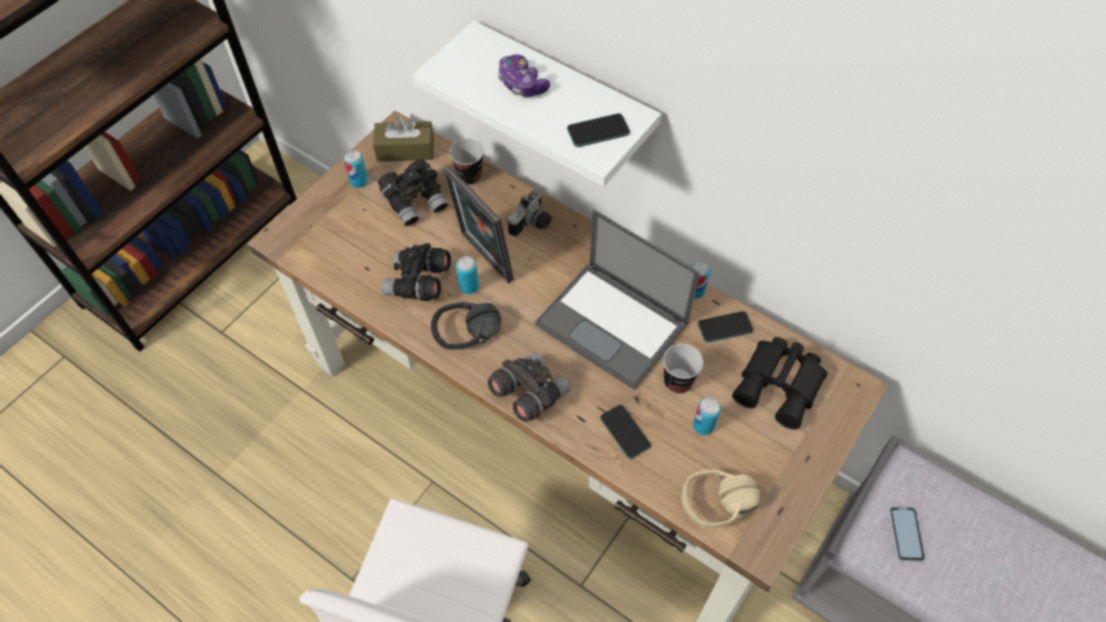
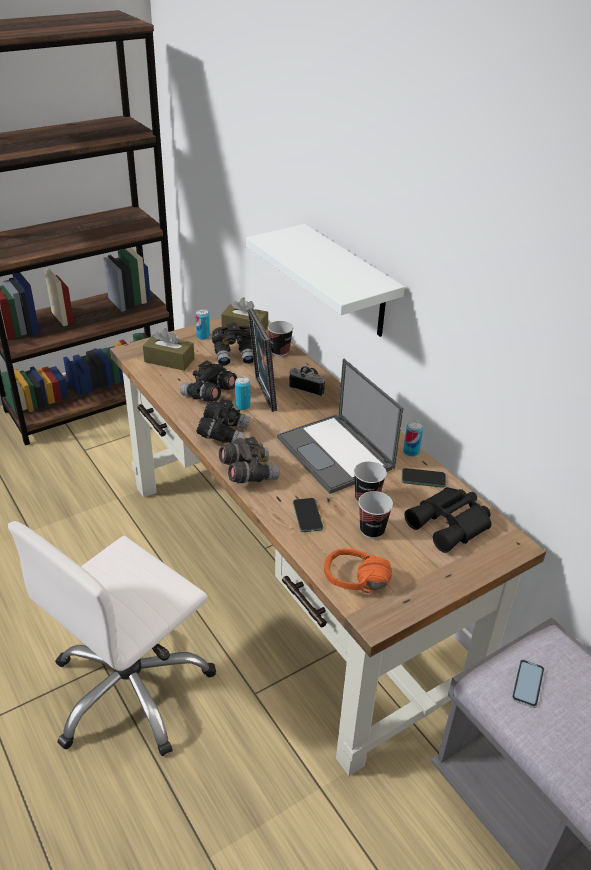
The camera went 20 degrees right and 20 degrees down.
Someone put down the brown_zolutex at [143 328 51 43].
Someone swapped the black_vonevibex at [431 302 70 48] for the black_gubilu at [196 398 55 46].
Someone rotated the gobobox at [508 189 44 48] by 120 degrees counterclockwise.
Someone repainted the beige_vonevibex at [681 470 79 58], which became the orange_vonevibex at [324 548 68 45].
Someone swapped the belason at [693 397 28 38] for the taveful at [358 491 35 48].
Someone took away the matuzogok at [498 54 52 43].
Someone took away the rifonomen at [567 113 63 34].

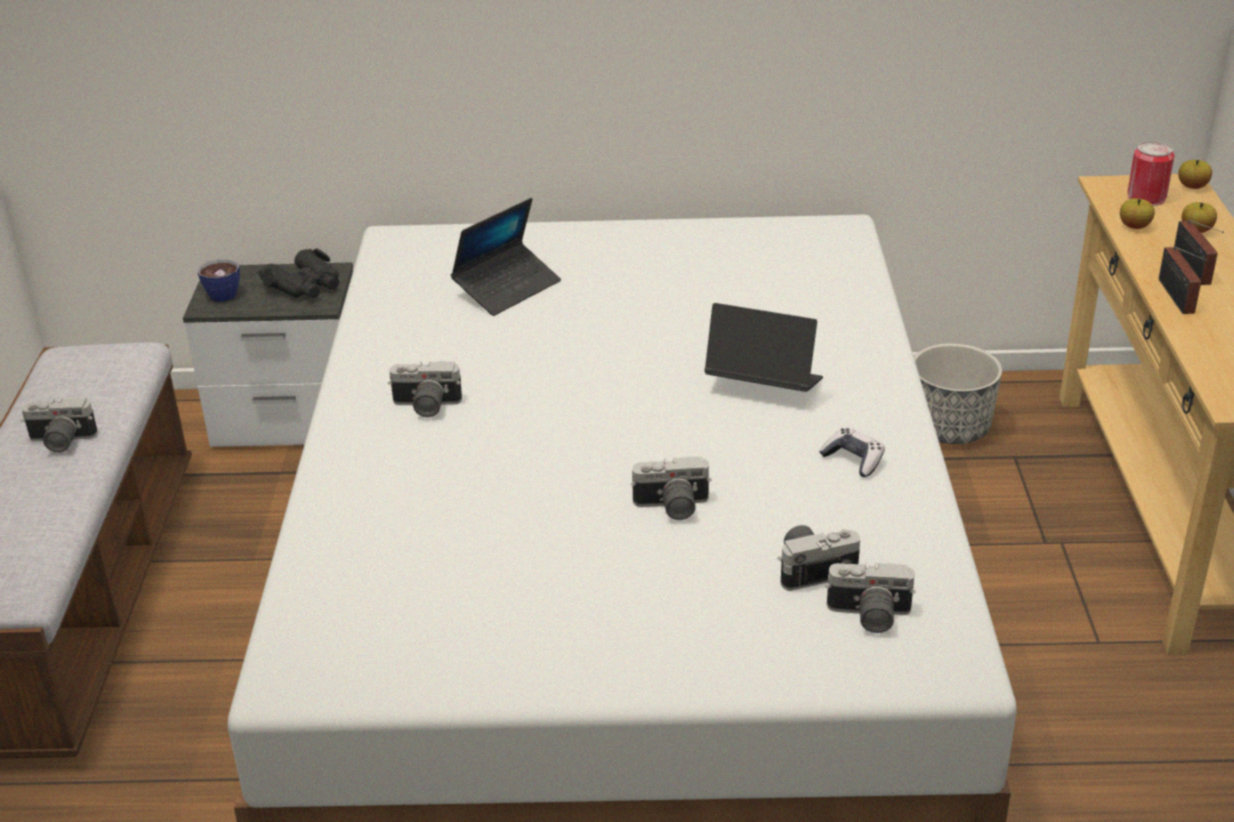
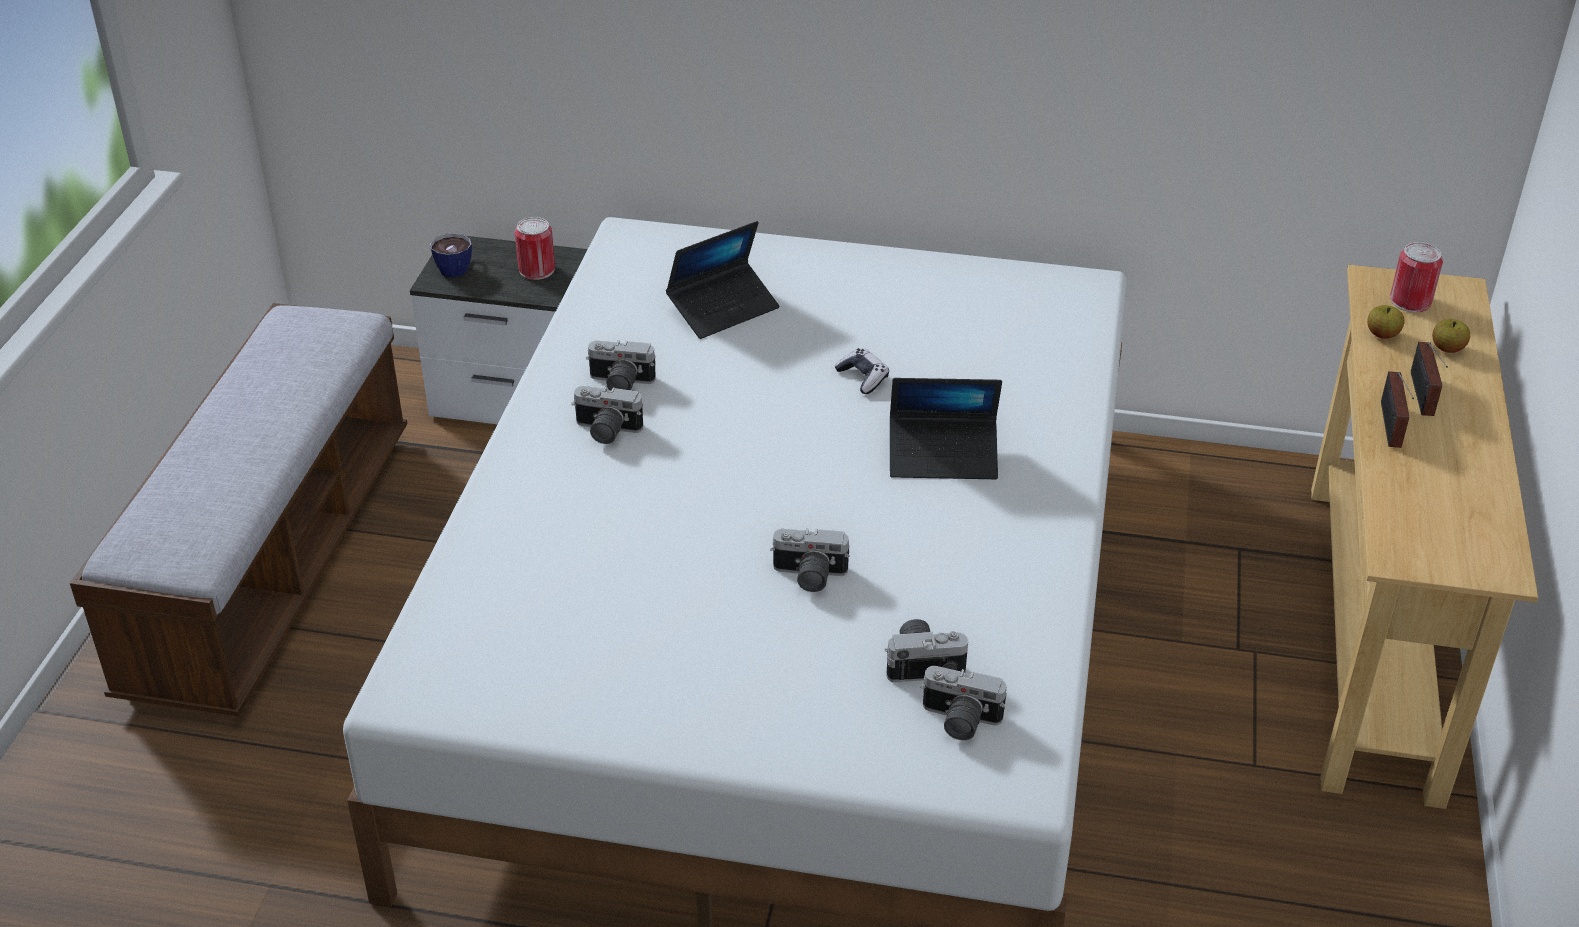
The camera went 10 degrees right and 5 degrees up.
Someone swapped the black_gubilu at [258 248 81 50] for the belason at [515 217 40 63].
Someone carried the gobobox from [21 398 77 55] to [586 340 70 50].
Someone carried the matuzogok from [819 428 66 49] to [834 348 55 46].
Someone rotated the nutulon at [704 303 119 89] by 150 degrees clockwise.
Someone took away the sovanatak at [914 343 88 101].
Someone took away the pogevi at [1178 160 34 29].

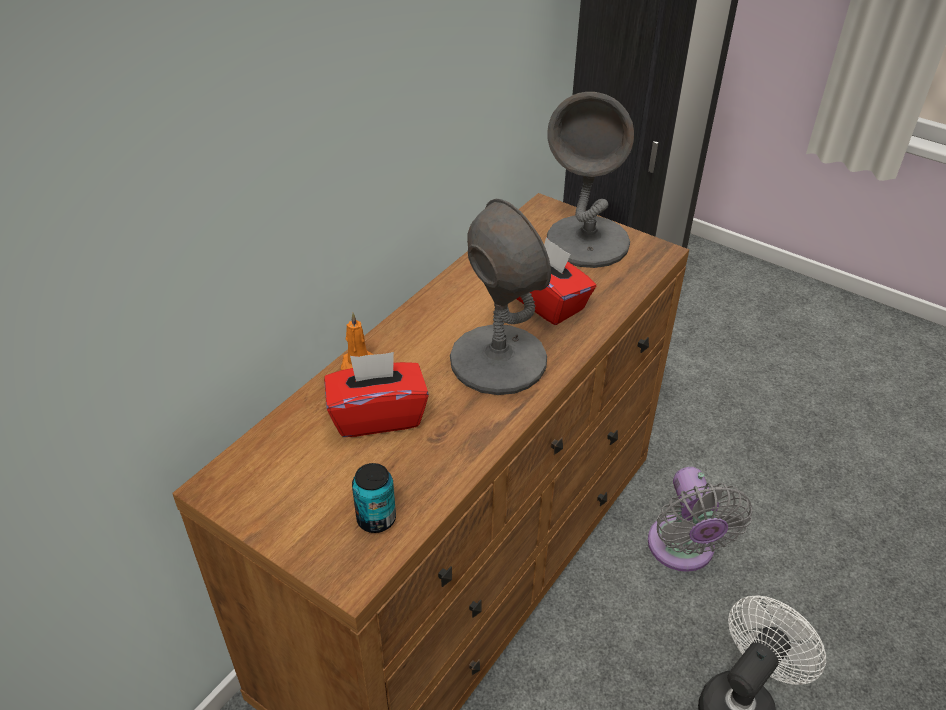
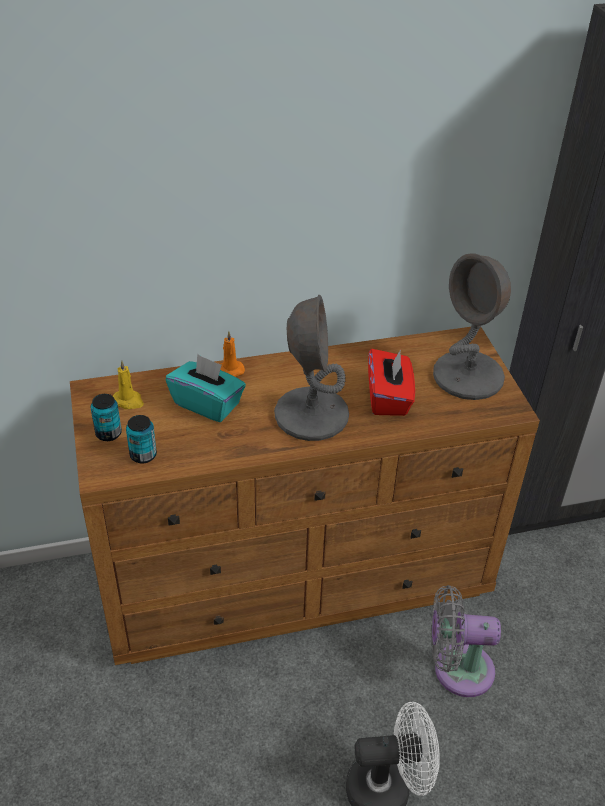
The camera went 40 degrees right and 0 degrees up.
Someone put down the belason at [91 394 31 47].
Someone put down the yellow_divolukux at [113 360 31 49].
Someone repainted the red_zolutex at [324 352 105 85], which became the turquoise_zolutex at [166 354 80 68].
Someone rotated the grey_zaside at [648 467 104 105] by 60 degrees clockwise.

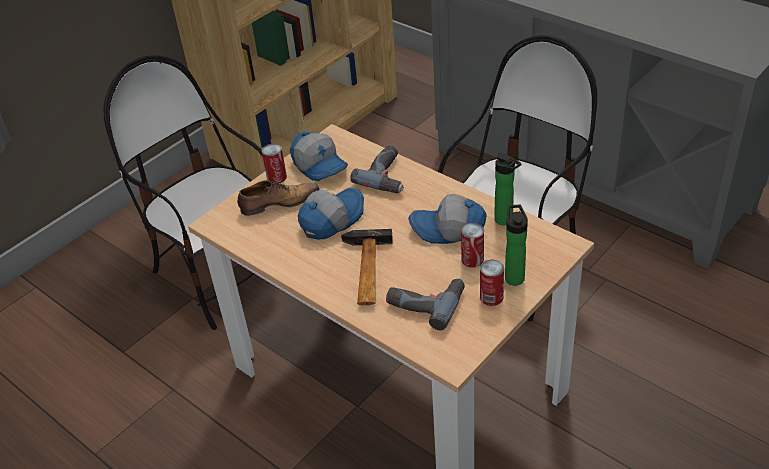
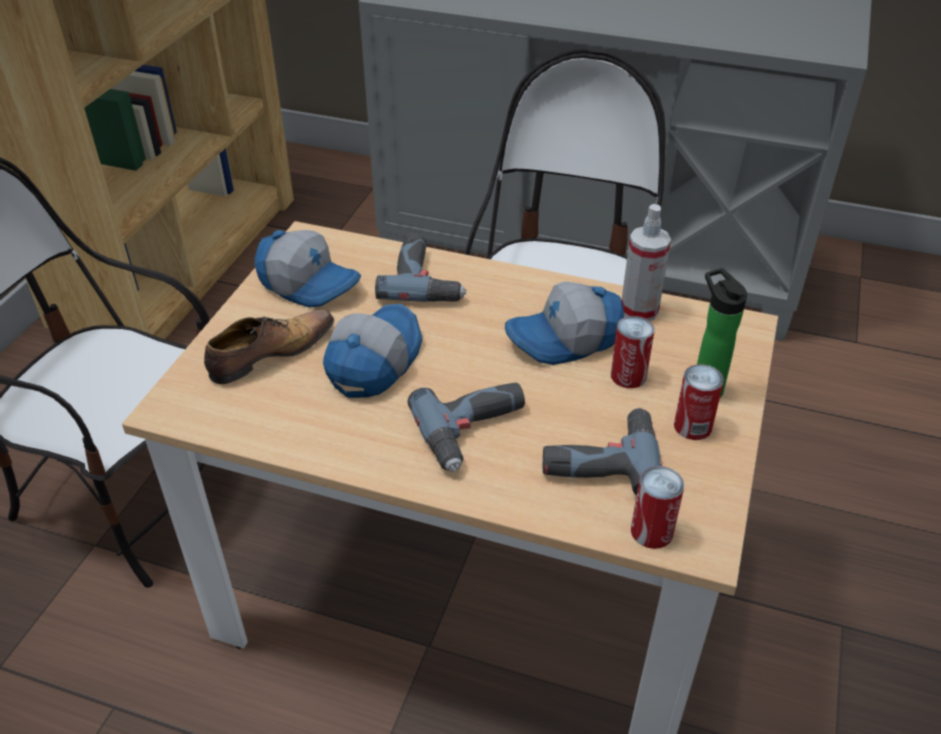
The camera went 25 degrees left and 0 degrees up.
Someone swapped the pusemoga at [341 229 52 76] for the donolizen at [407 382 118 89].
Someone swapped the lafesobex at [494 152 28 73] for the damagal at [621 204 50 117].
Someone carried the belason from [262 144 25 39] to [631 466 53 83].

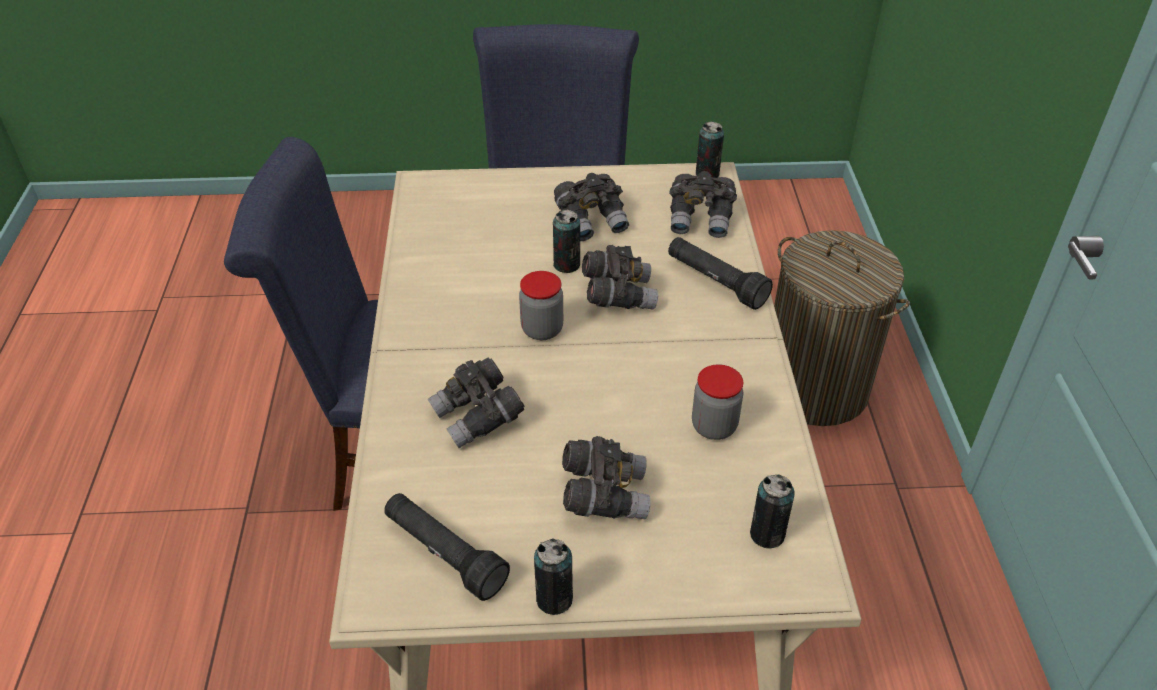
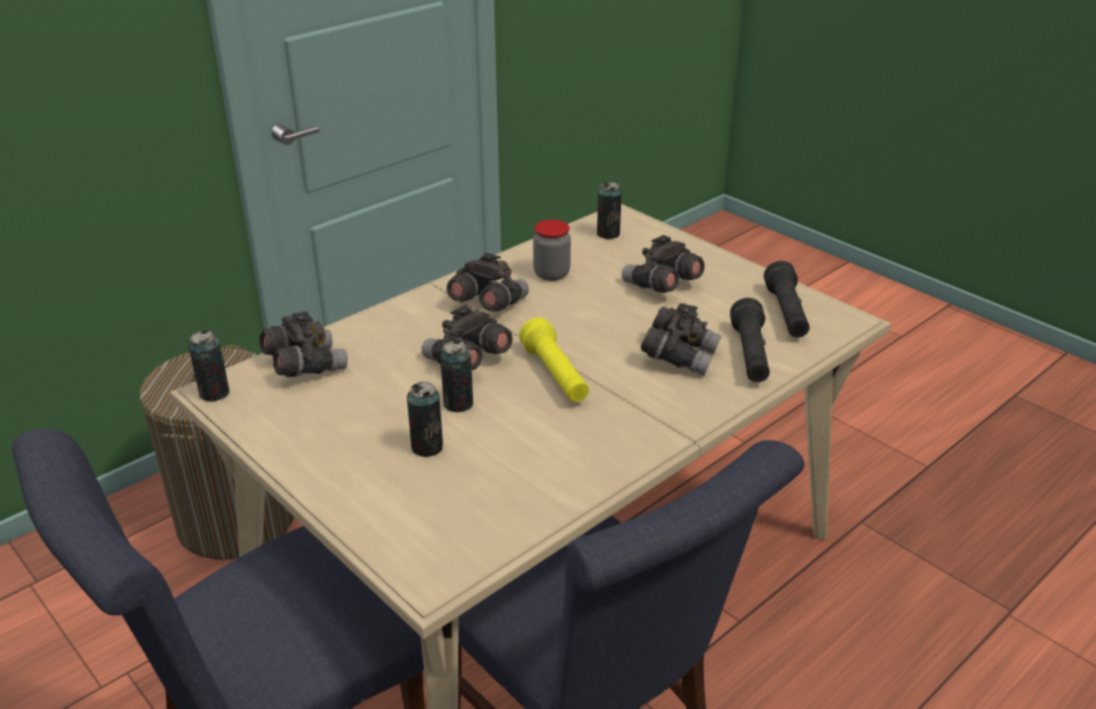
The camera went 130 degrees left and 10 degrees down.
Someone carried the belason from [534 538 39 77] to [407 382 36 75].
Someone carried the grey_gubilu from [554 173 75 68] to [447 253 82 58].
Someone swapped the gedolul at [519 271 44 69] for the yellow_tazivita at [519 317 70 85].
Someone carried the black_tazivita from [668 237 105 73] to [730 298 40 84].

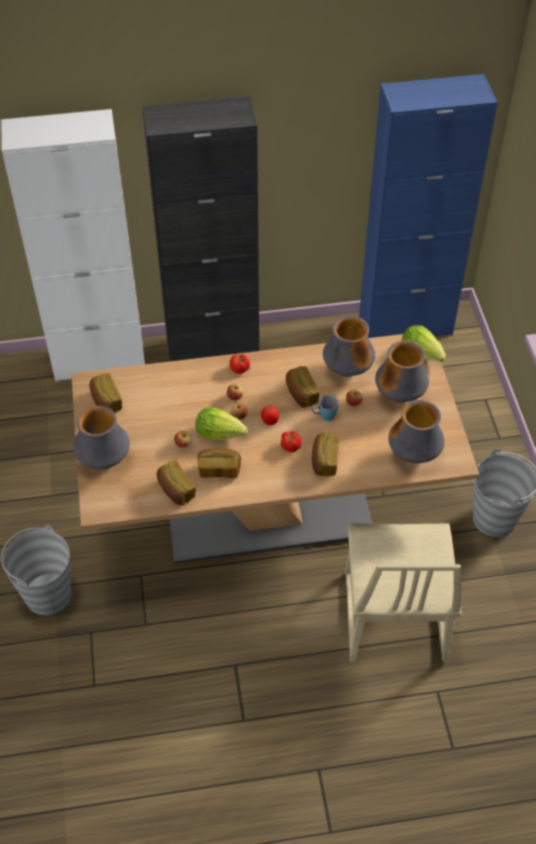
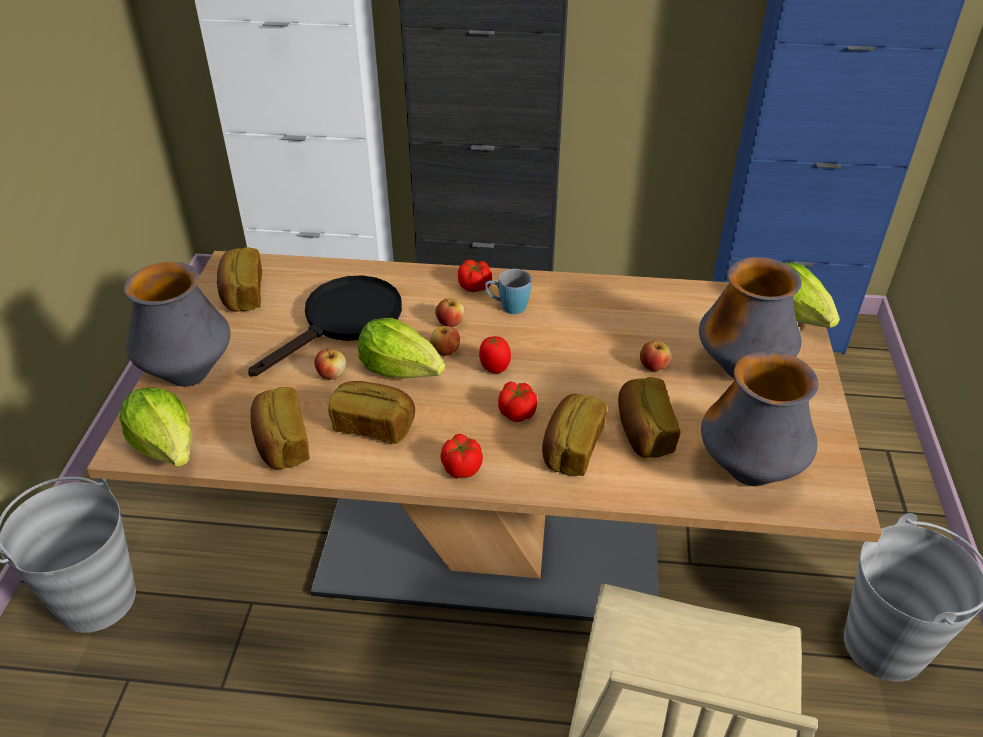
The camera went 15 degrees right and 10 degrees down.
Someone put down the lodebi at [119 387 73 80].
Someone put down the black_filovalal at [248 275 154 101].
Someone put down the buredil at [440 434 43 44].
Someone carried the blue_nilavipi from [311 395 27 26] to [485 269 46 45].
Someone carried the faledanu from [286 366 34 42] to [618 377 62 81].
Someone took away the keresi at [323 315 52 62].

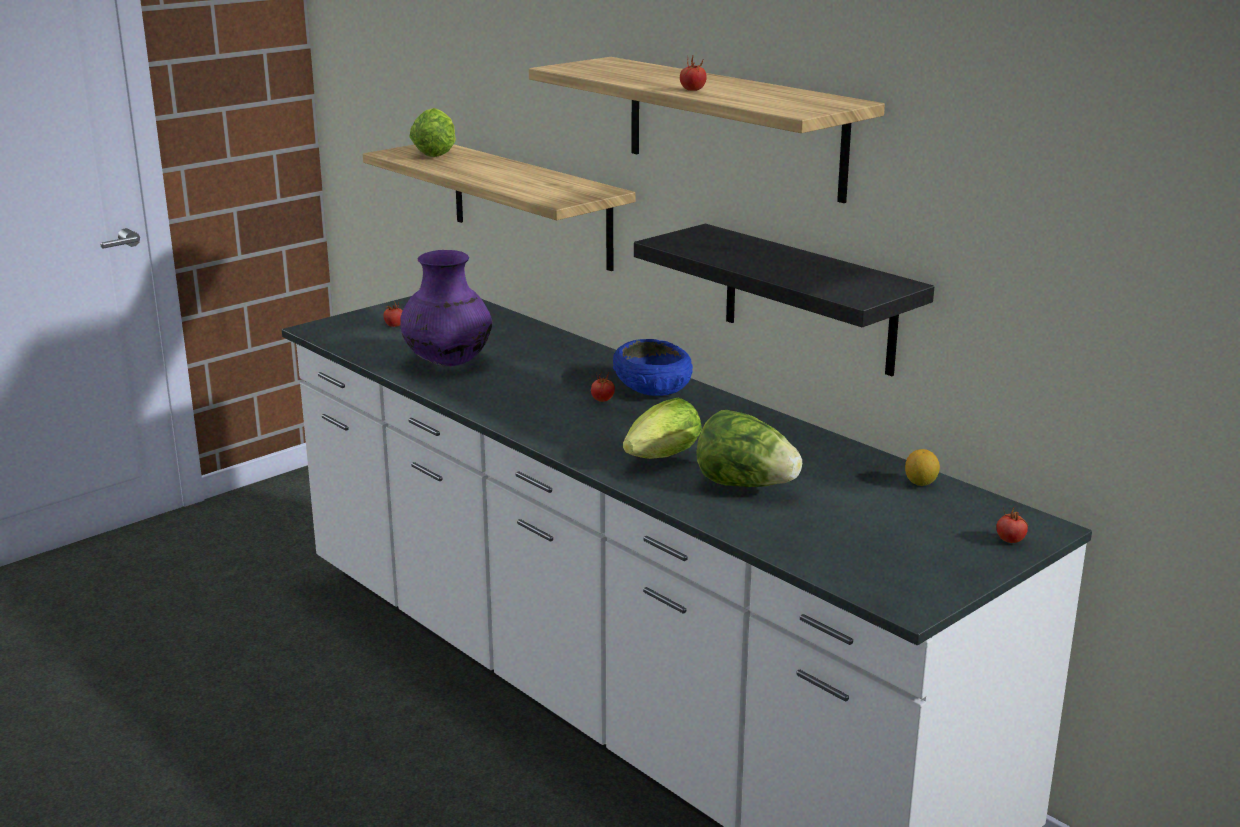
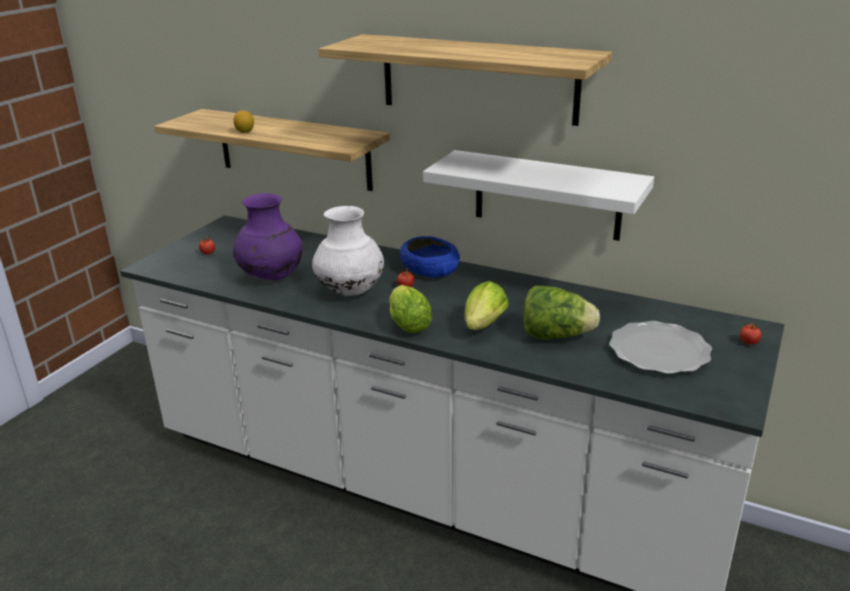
The camera went 20 degrees left and 5 degrees up.
Someone carried the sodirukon from [905 449 35 37] to [233 110 21 23].
Someone put down the white_keresi at [312 206 72 90].
Someone carried the lodebi from [409 108 47 49] to [389 285 43 48].
Someone repainted the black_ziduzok at [634 224 300 152], which became the white_ziduzok at [423 150 231 91].
Someone put down the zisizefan at [609 321 103 53].
Someone took away the buredil at [680 57 27 34].

